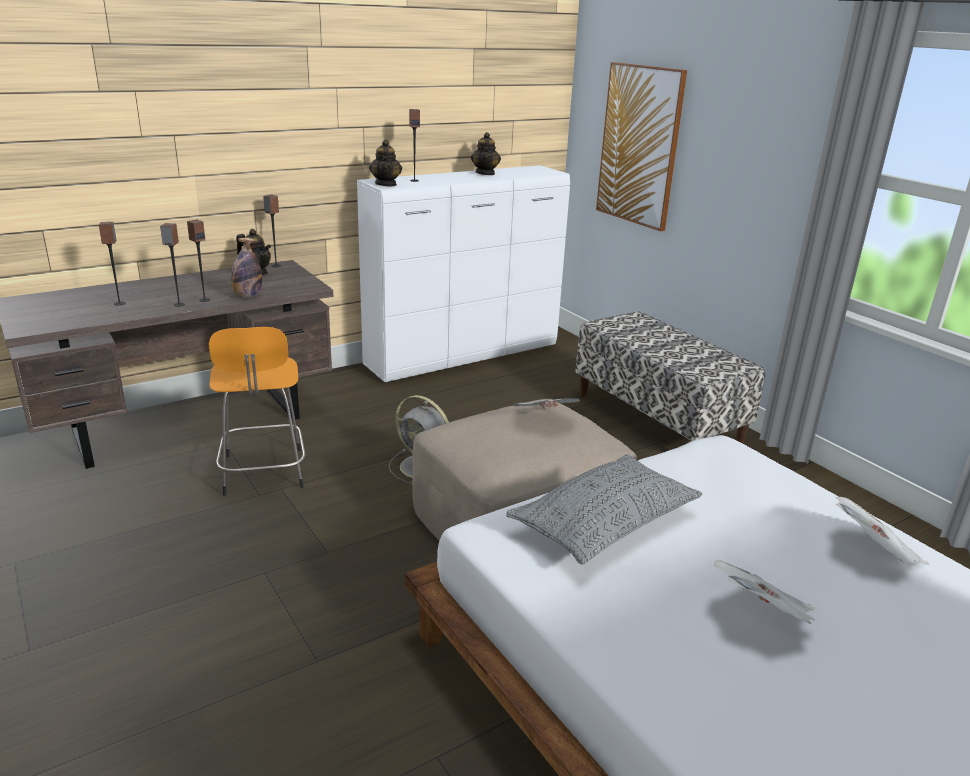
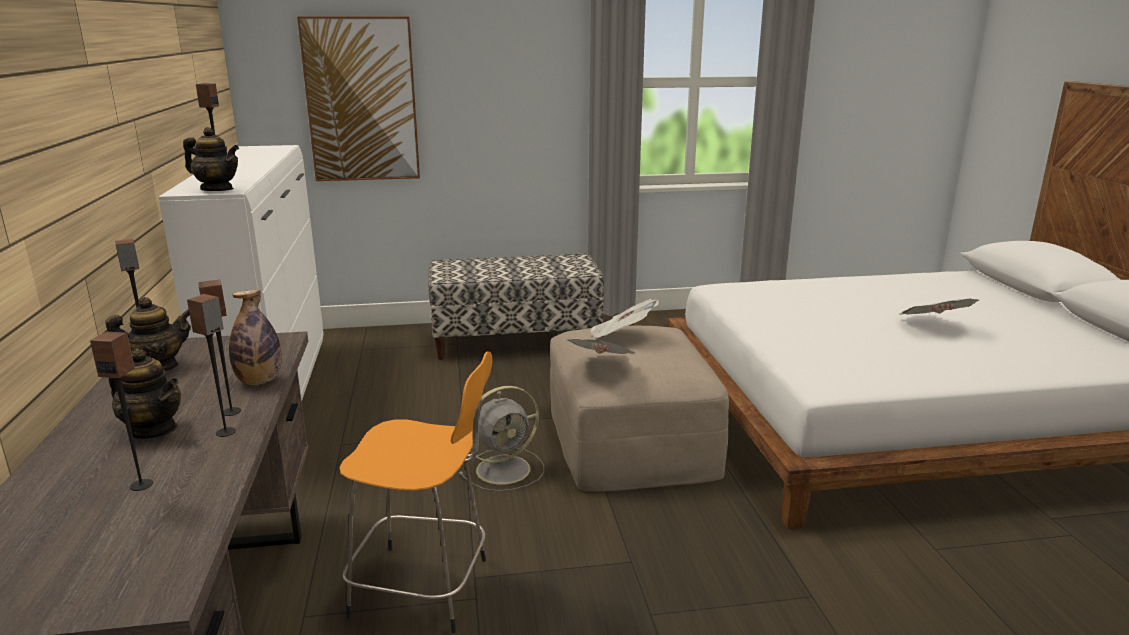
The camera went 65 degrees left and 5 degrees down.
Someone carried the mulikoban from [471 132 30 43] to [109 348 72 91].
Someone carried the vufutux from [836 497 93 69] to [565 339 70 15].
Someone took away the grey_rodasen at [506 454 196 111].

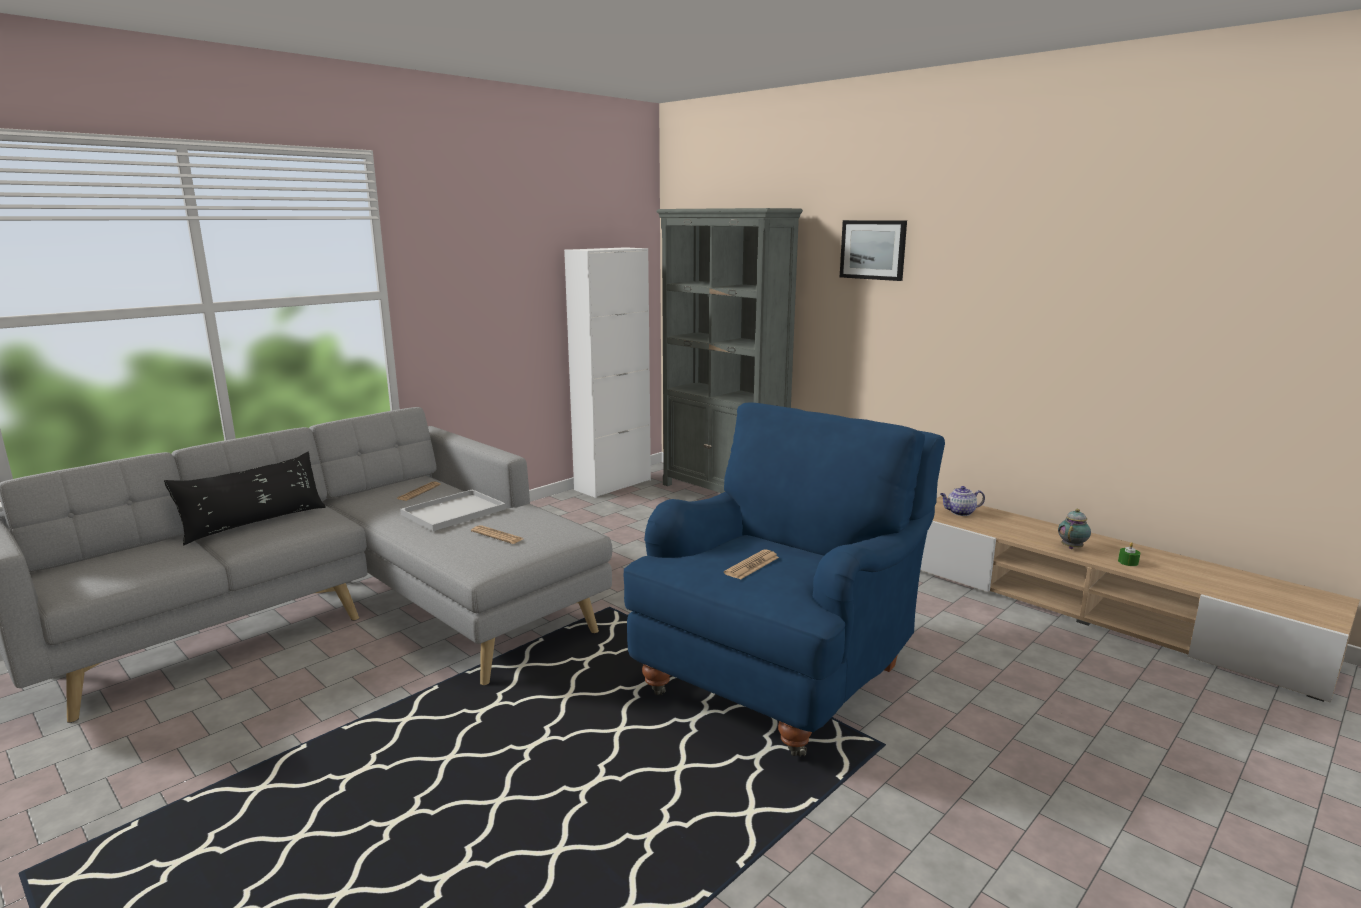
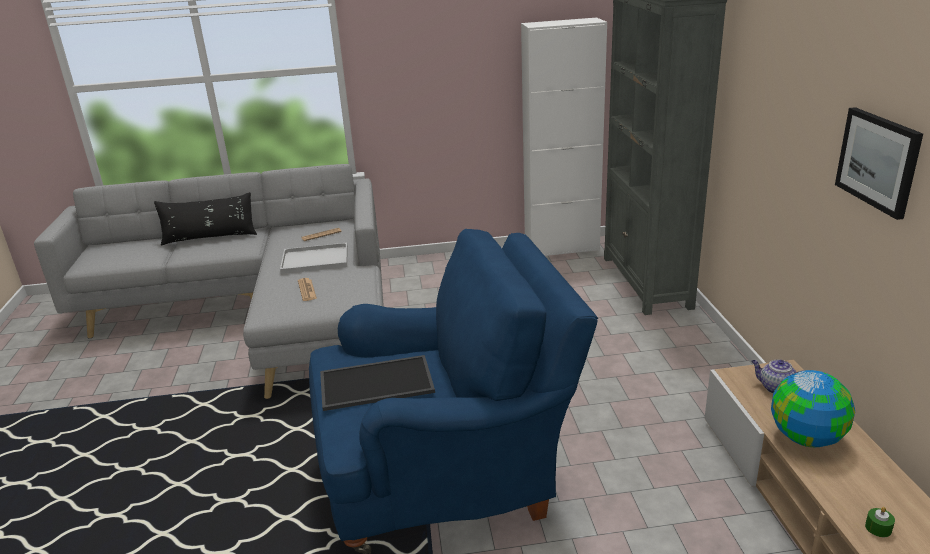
The camera went 40 degrees right and 10 degrees up.
Someone swapped the vufutux at [724 549 55 31] for the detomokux at [320 355 115 56].
Someone put down the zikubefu at [771 370 84 78].
Someone carried the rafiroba from [840 220 67 61] to [835 107 88 113].
Someone took away the mulikoban at [1058 509 33 40].

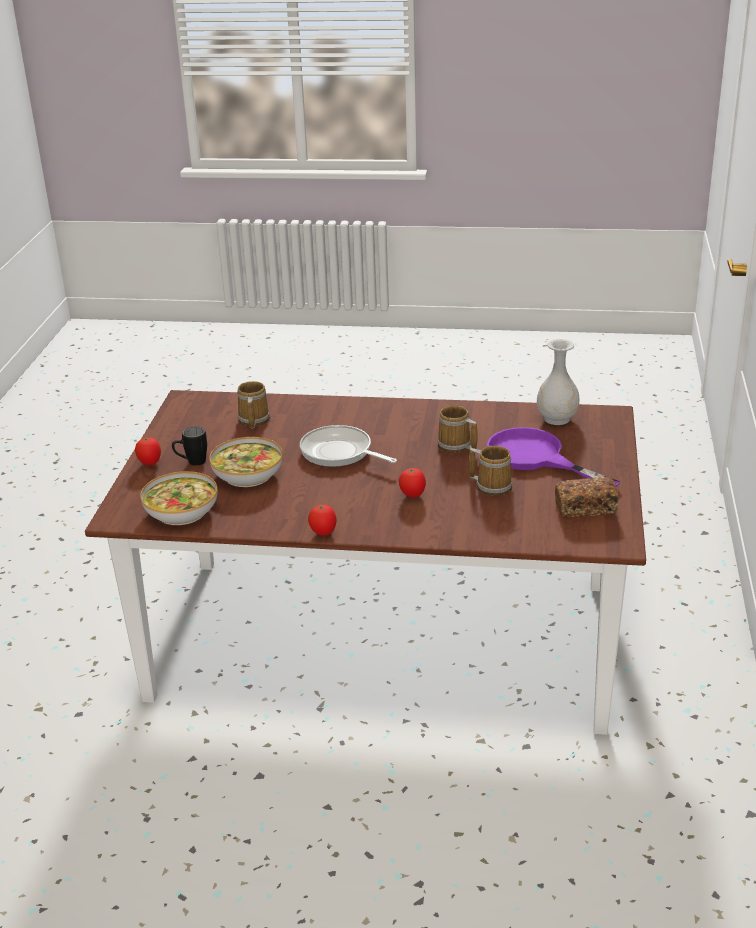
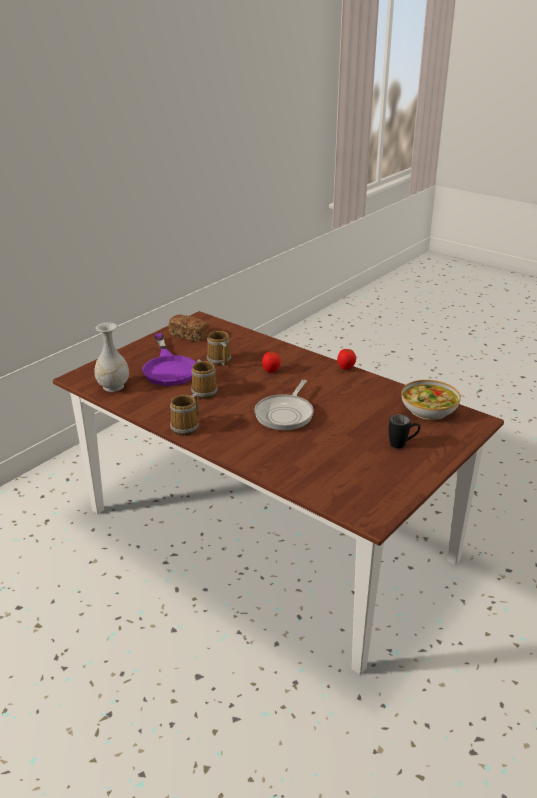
The camera went 150 degrees left and 0 degrees up.
Someone carried the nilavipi from [237 381 33 47] to [170 393 29 43].
Someone rotated the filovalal at [300 425 97 42] by 45 degrees clockwise.
Someone took away the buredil at [135 437 26 28].
Someone took away the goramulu at [209 437 74 50].

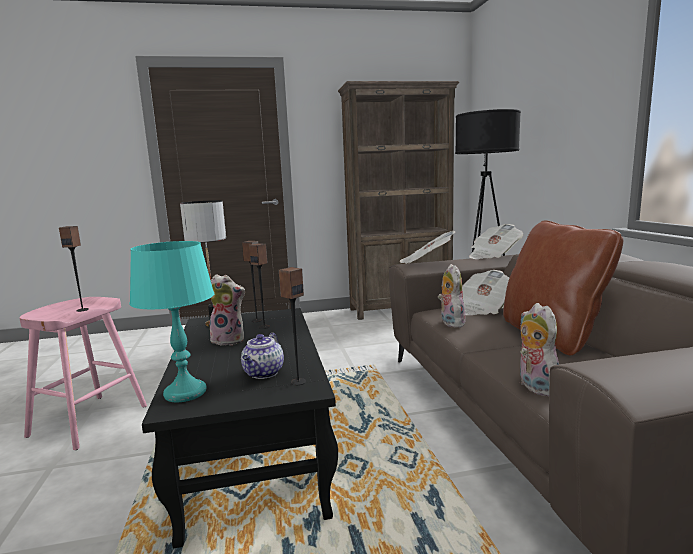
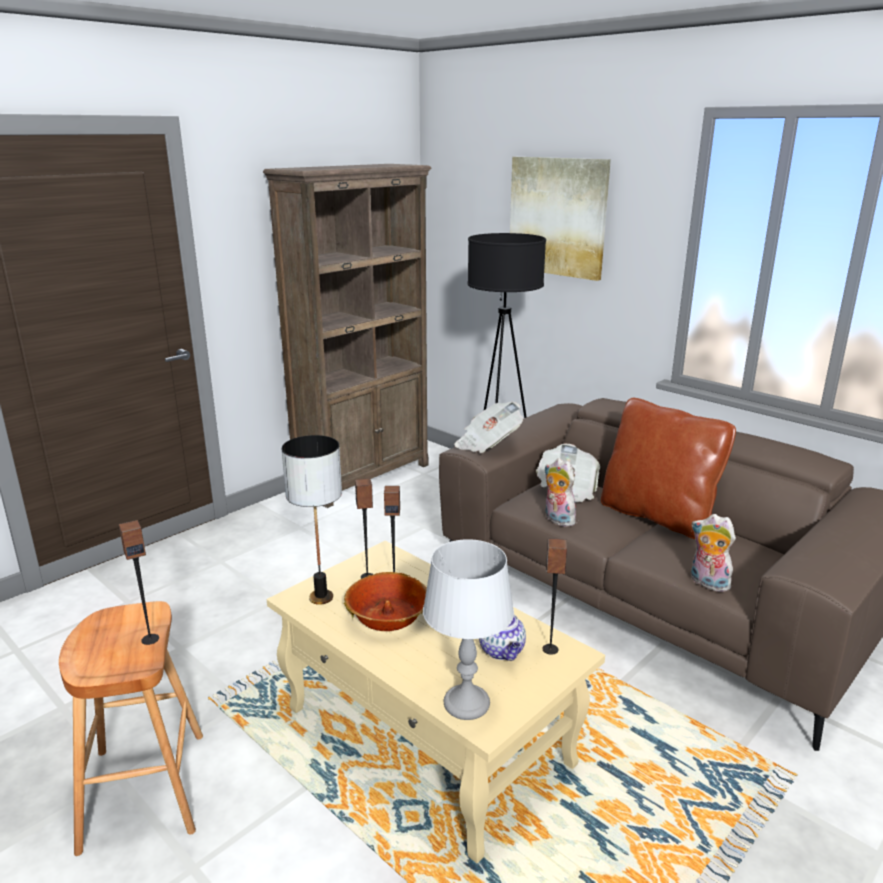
The camera went 35 degrees left and 10 degrees up.
Someone repainted the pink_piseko at [19 297 128 153], which became the brown_piseko at [59 601 144 255].
Someone repainted the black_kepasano at [142 308 196 240], which became the beige_kepasano at [267 541 338 322].
Someone swapped the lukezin at [209 274 37 72] for the goramulu at [344 572 83 59].
Someone repainted the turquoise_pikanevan at [129 241 85 161], which became the grey_pikanevan at [423 539 91 181].
Someone put up the rafiroba at [510 157 101 124].
Someone took away the vufutux at [469 224 54 35].

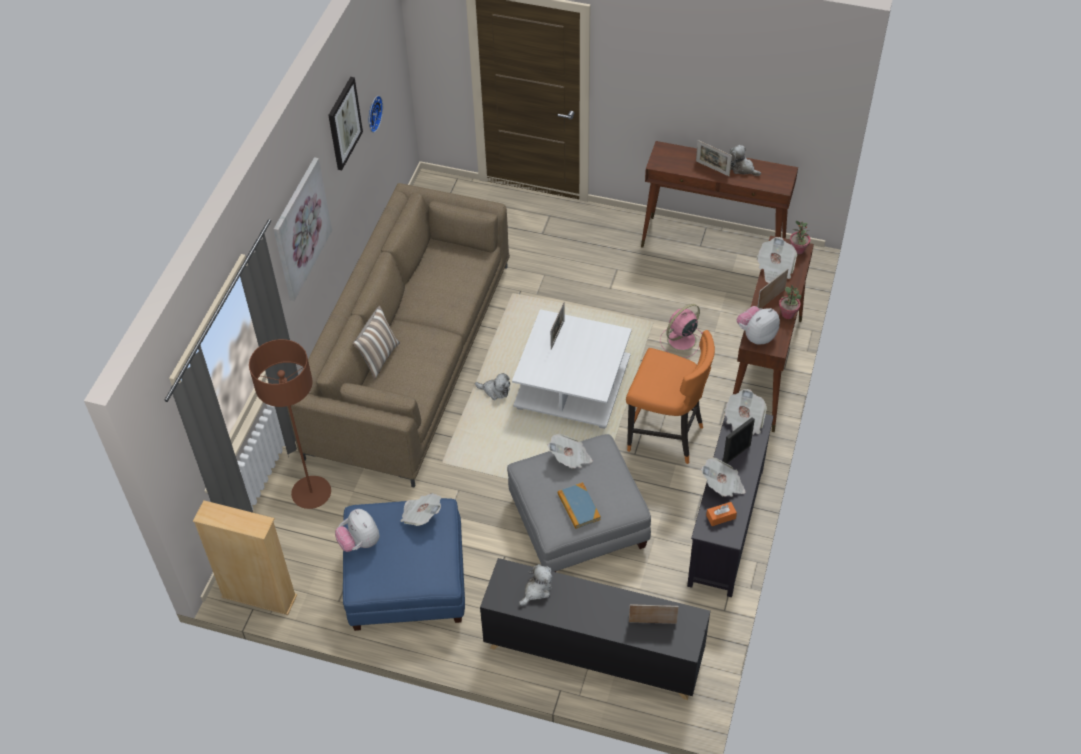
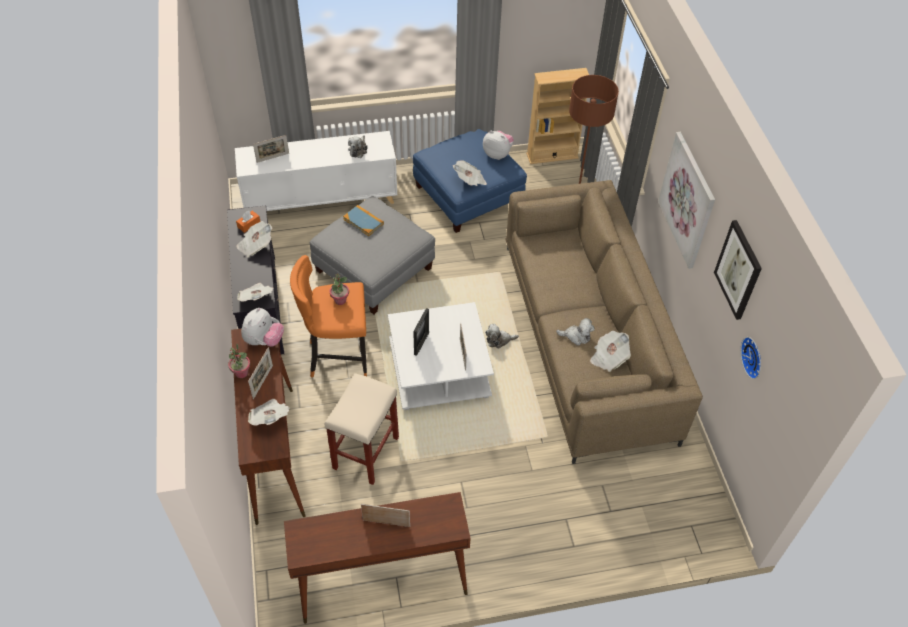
The camera went 150 degrees right and 0 degrees up.
Someone repainted the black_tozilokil at [480 558 230 142], which became the white_tozilokil at [235 131 162 80].
Someone swapped the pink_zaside at [660 304 43 54] for the beige_piseko at [325 373 74 112].
Someone carried the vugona from [790 221 21 34] to [329 274 20 31].
Someone carried the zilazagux from [723 417 32 47] to [413 308 16 48].
Someone carried the lukezin from [730 145 31 31] to [556 318 39 28].
Someone carried the vufutux from [547 434 46 35] to [590 331 41 41].
Someone took away the rodasen at [353 306 47 73].

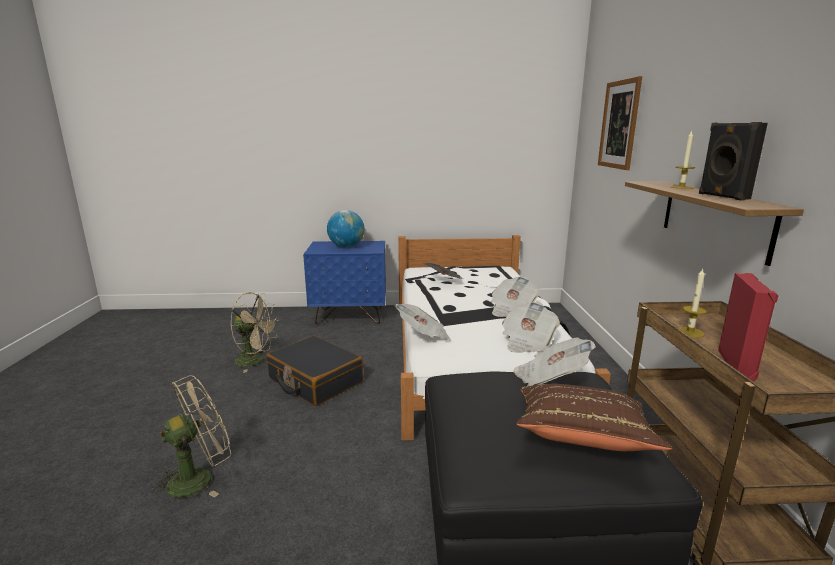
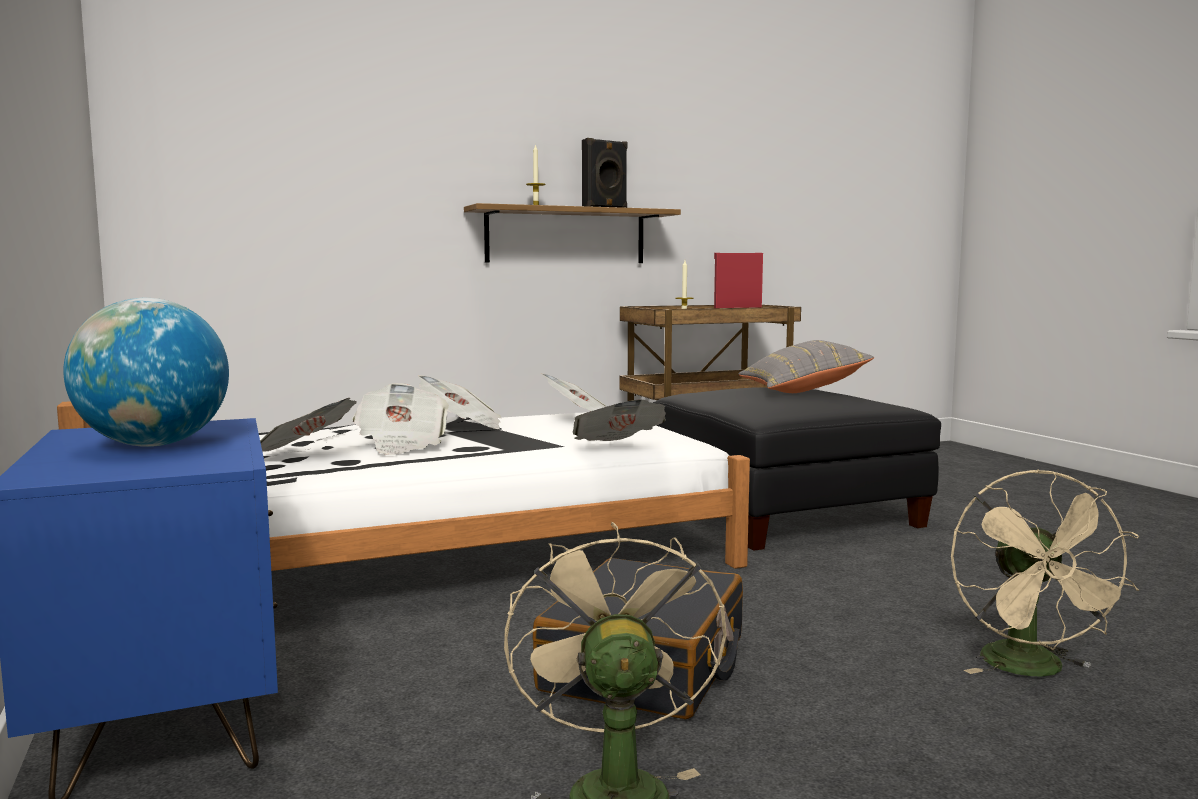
The camera went 110 degrees left and 10 degrees down.
Someone carried the vufutux from [513 337 83 49] to [352 383 97 72].
Someone repainted the brown_rodasen at [517 384 155 67], which became the grey_rodasen at [739 340 135 53].
Someone rotated the beige_zaside at [151 375 80 123] by 120 degrees counterclockwise.
Someone took away the rafiroba at [598 76 44 94].

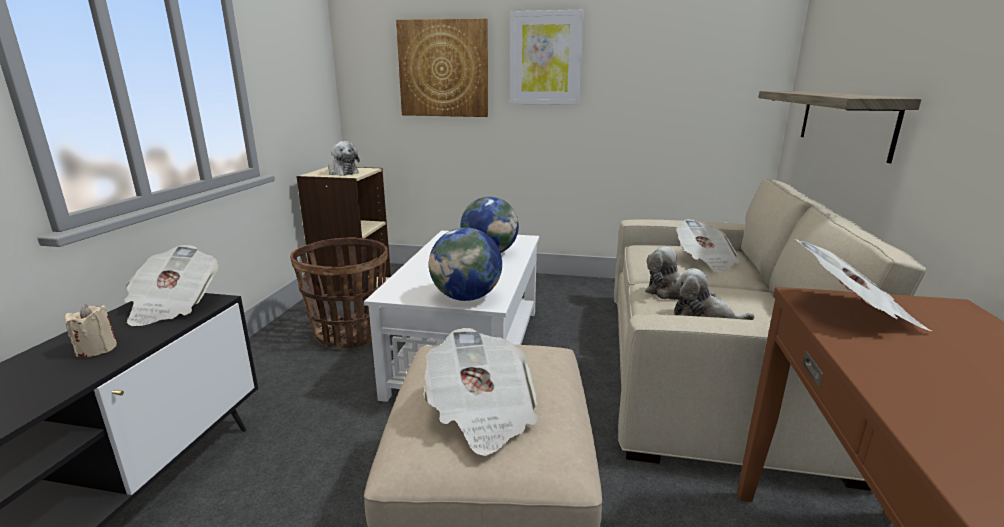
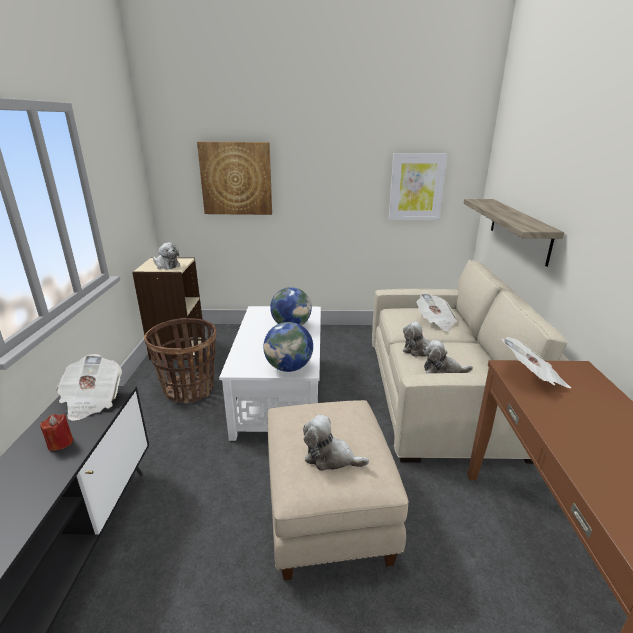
The camera went 10 degrees left and 5 degrees up.
Someone repainted the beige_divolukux at [65 304 52 53], which became the red_divolukux at [40 414 33 37].
Someone swapped the vufutux at [423 328 116 128] for the lukezin at [303 415 66 56].
Someone carried the rafiroba from [510 10 73 95] to [389 153 58 67].

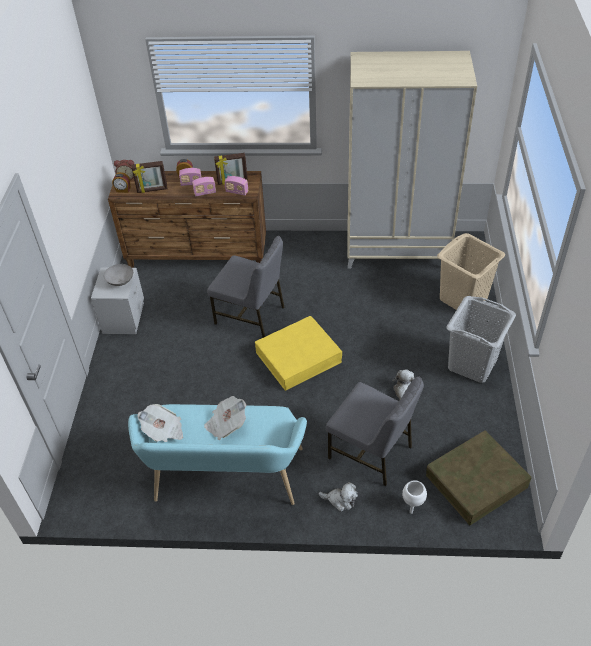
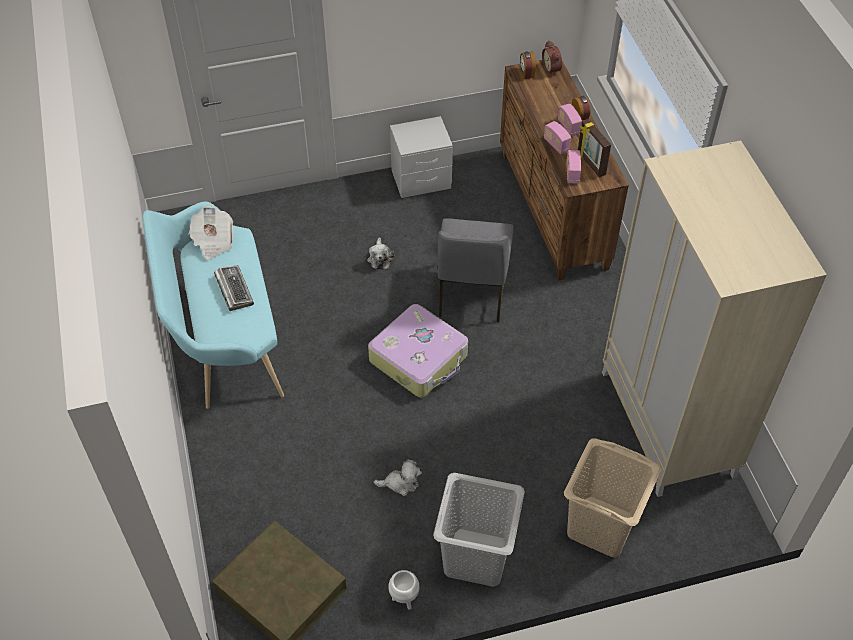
The camera went 70 degrees right and 5 degrees up.
Someone swapped the vufutux at [205 396 42 44] for the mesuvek at [214 265 40 46].
Someone carried the lukezin from [319 482 39 30] to [367 237 27 33].
Someone swapped the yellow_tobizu at [255 316 87 75] for the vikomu at [368 304 100 93].
Someone carried the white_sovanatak from [402 480 25 34] to [388 570 31 40].
Someone took away the grey_goramulu at [104 264 29 22].
Someone took away the zilazagux at [131 161 37 32].
Someone took away the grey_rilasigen at [326 376 98 110].

